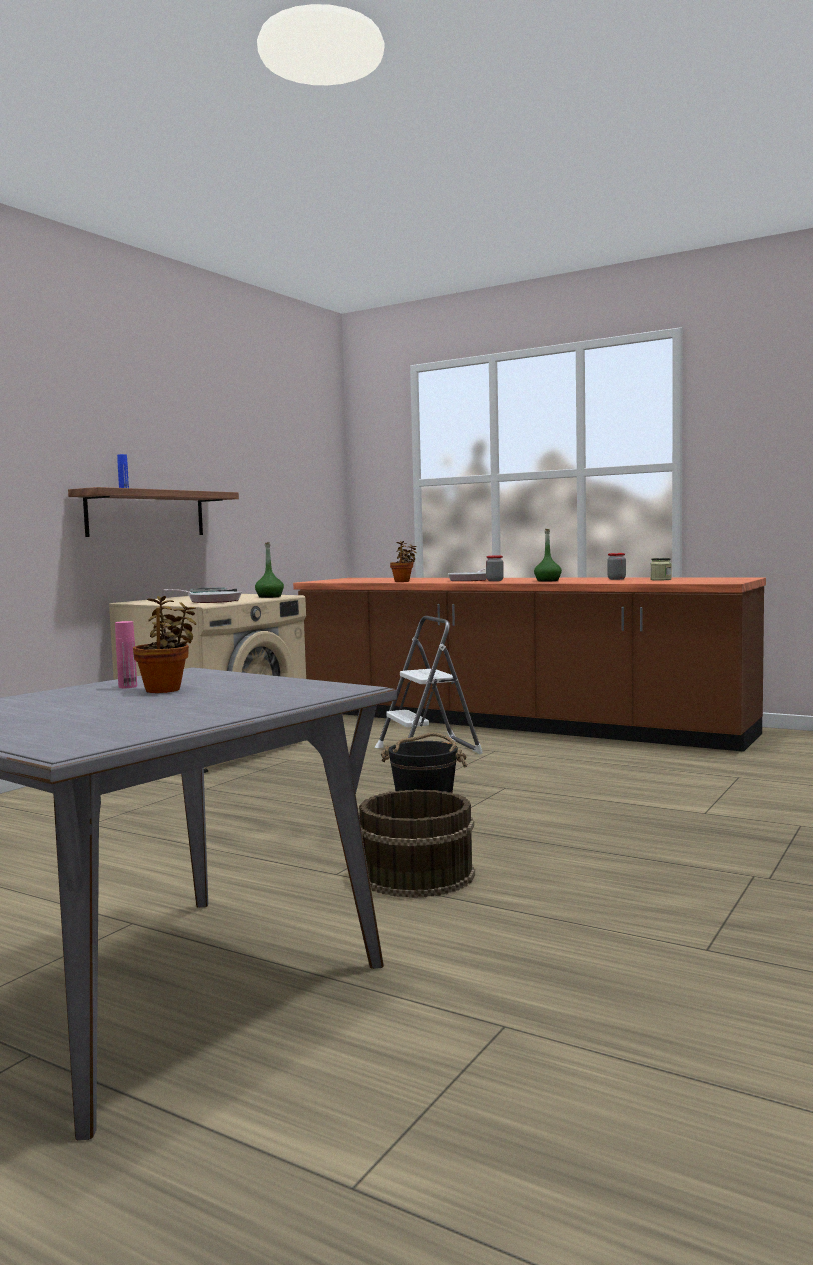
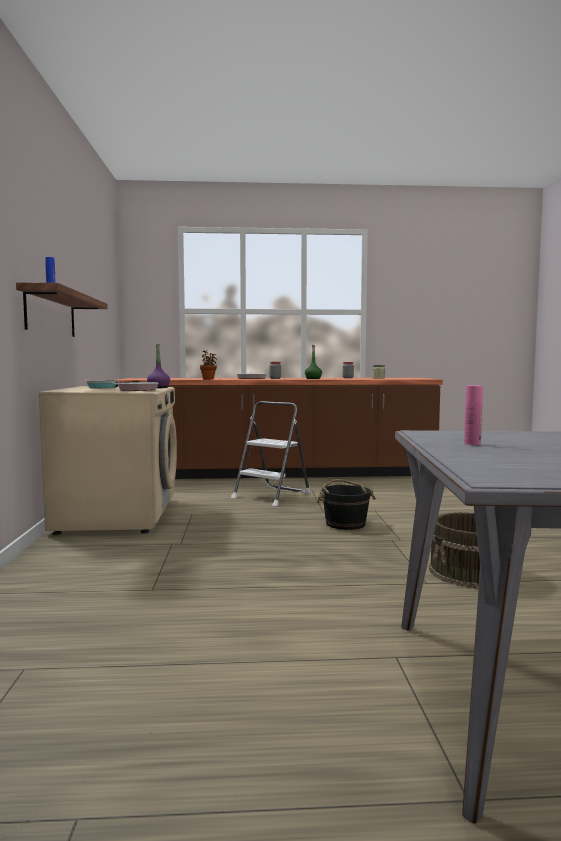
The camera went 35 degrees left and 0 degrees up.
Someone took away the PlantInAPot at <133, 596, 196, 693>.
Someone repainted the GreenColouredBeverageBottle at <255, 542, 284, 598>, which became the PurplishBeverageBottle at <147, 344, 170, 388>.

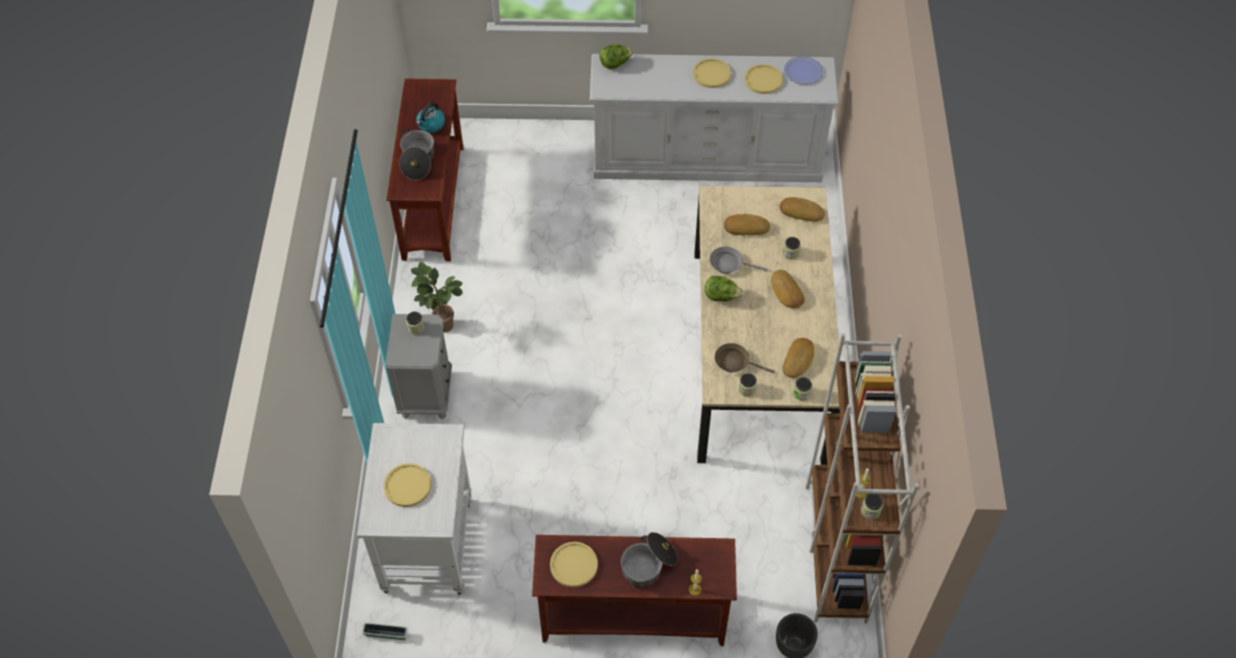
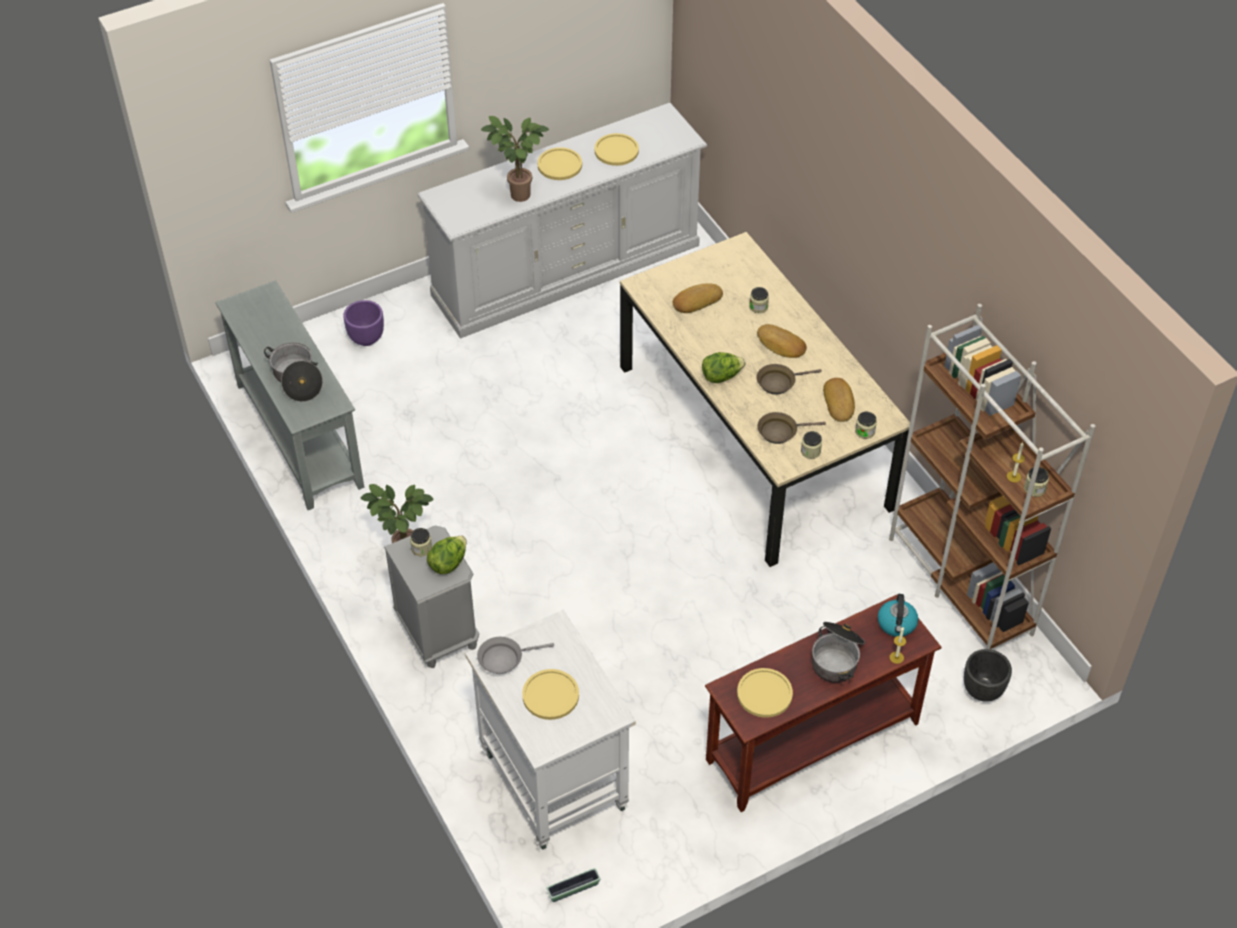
The camera went 30 degrees left and 5 degrees down.
Someone repainted the BrownishNarrowTable at <386, 78, 464, 261>, which became the GreyNarrowTable at <215, 280, 364, 510>.
Someone carried the Kettle from <416, 102, 445, 133> to <878, 594, 918, 637>.
Someone carried the HeadOfLettuce from <600, 44, 633, 69> to <427, 536, 466, 574>.
Someone carried the GreyPan from <710, 247, 767, 274> to <477, 637, 554, 674>.
Someone took away the Bread at <779, 197, 825, 222>.
Someone took away the Plate at <784, 56, 824, 85>.
Someone put down the PurplishPlantPot at <343, 300, 384, 346>.
Someone put down the PlantInAPot at <481, 116, 549, 202>.
Someone put down the BrownishPan at <756, 364, 822, 395>.

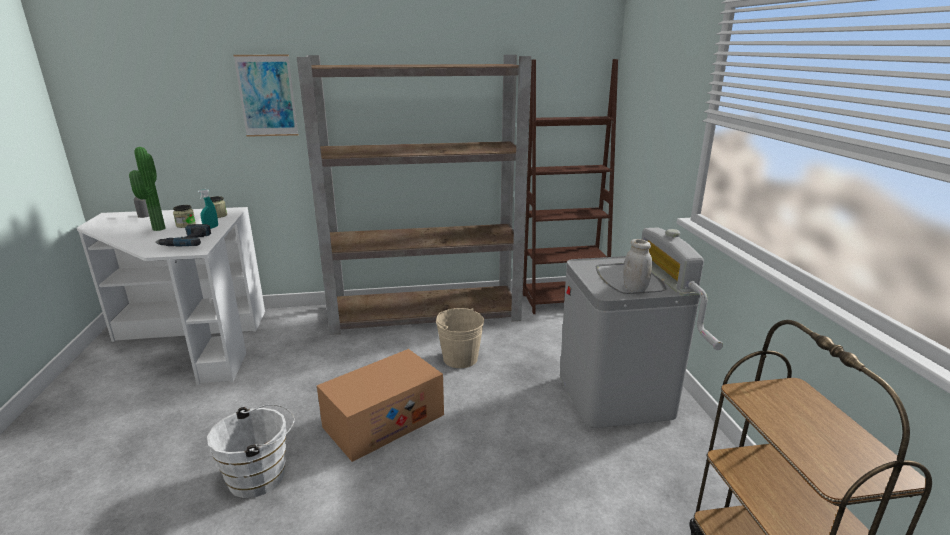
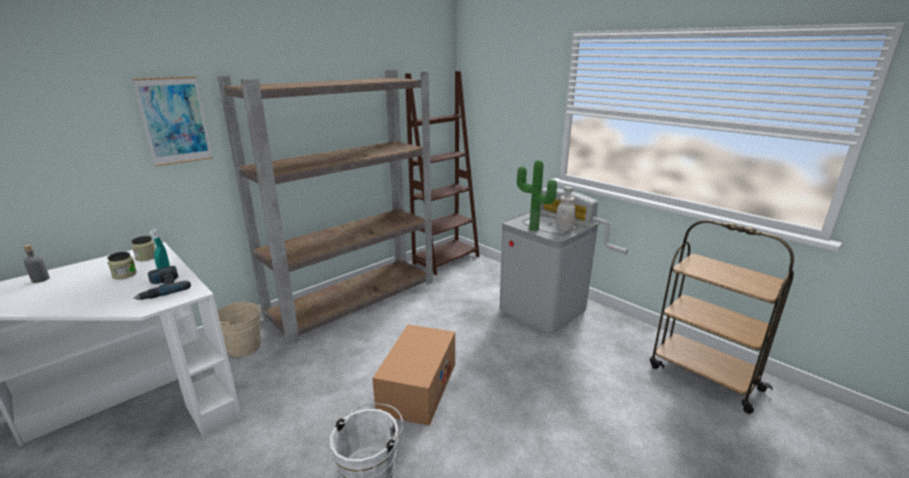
The camera went 35 degrees left and 0 degrees up.
Someone carried the PlantInAPot from <129, 147, 165, 231> to <517, 160, 557, 231>.
Someone carried the SandColouredPail from <436, 308, 484, 368> to <217, 300, 261, 357>.

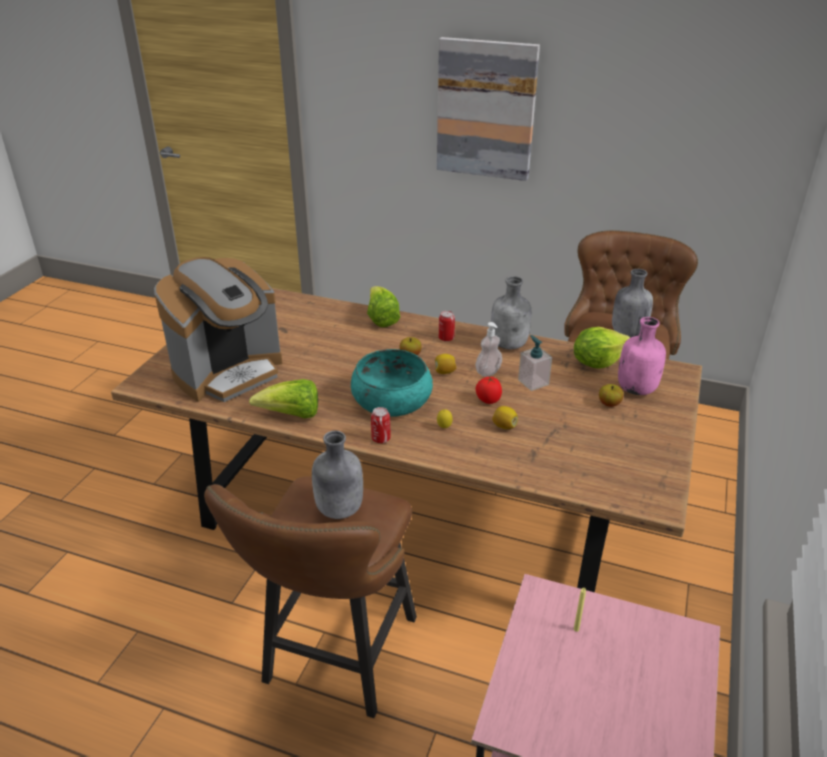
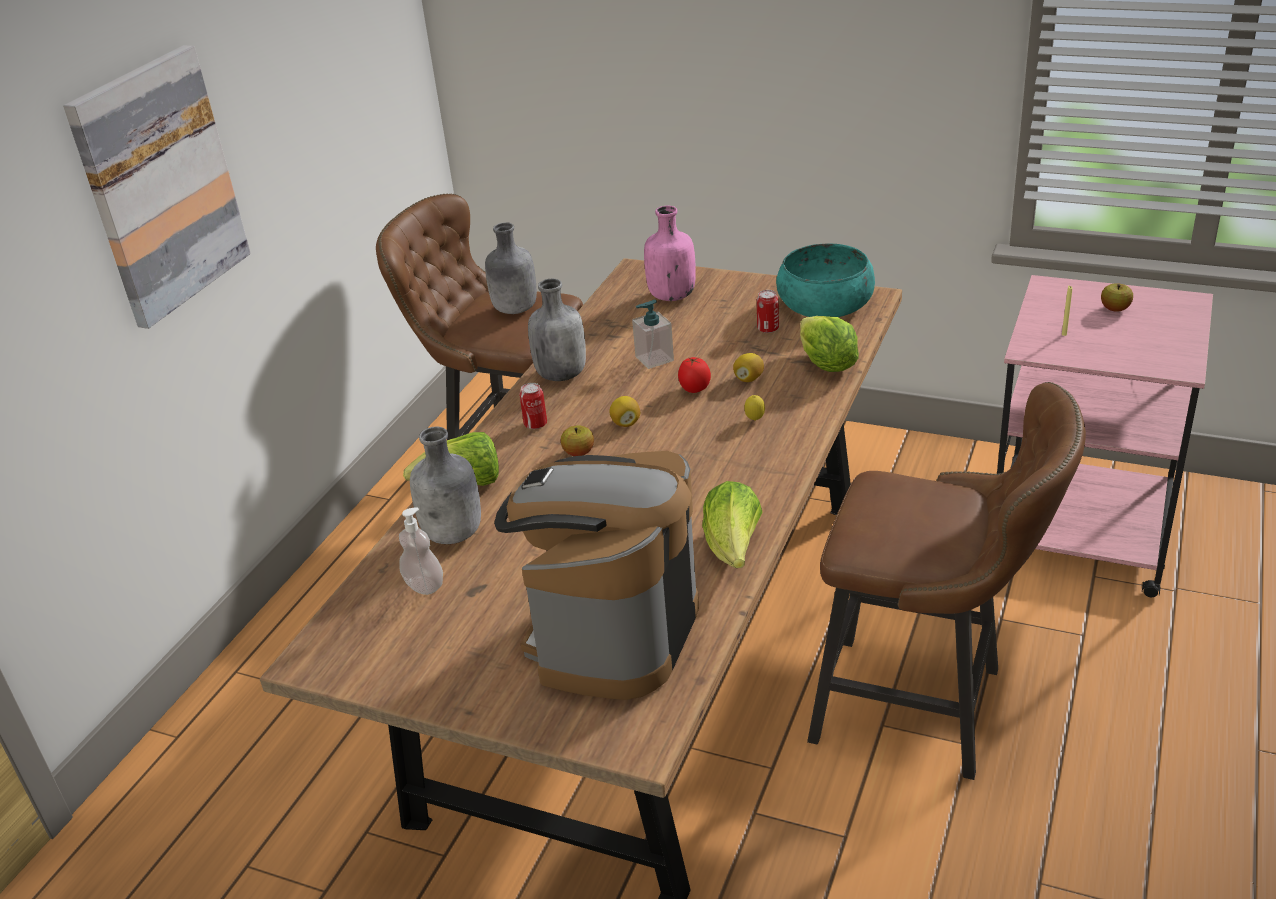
The camera went 85 degrees left and 0 degrees up.
Someone rotated the CoffeeMachine at <154, 257, 282, 402> by 120 degrees counterclockwise.
Someone carried the GreyBeverageBottle from <312, 431, 363, 519> to <410, 427, 481, 544>.
Someone carried the BlueGreenBowl from <351, 349, 433, 417> to <776, 244, 875, 317>.
Someone carried the Can from <371, 407, 391, 443> to <757, 290, 779, 333>.
Someone carried the LiquidSoapBottle from <476, 322, 502, 377> to <399, 507, 443, 595>.
Someone carried the HeadOfLettuce from <574, 327, 630, 369> to <800, 316, 859, 372>.
Someone carried the Apple from <599, 384, 624, 407> to <1101, 283, 1133, 312>.

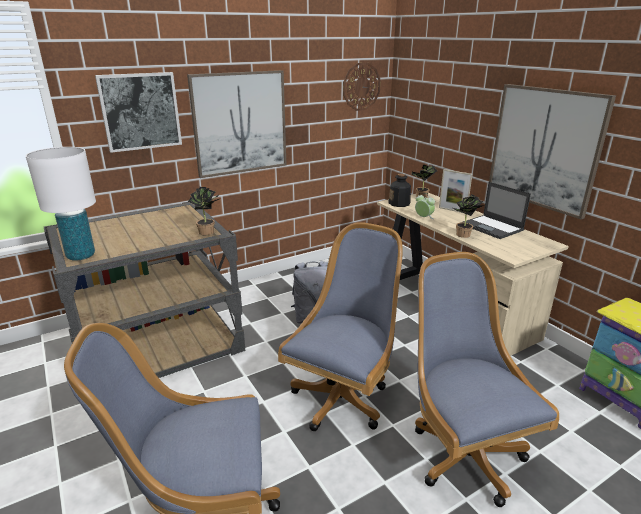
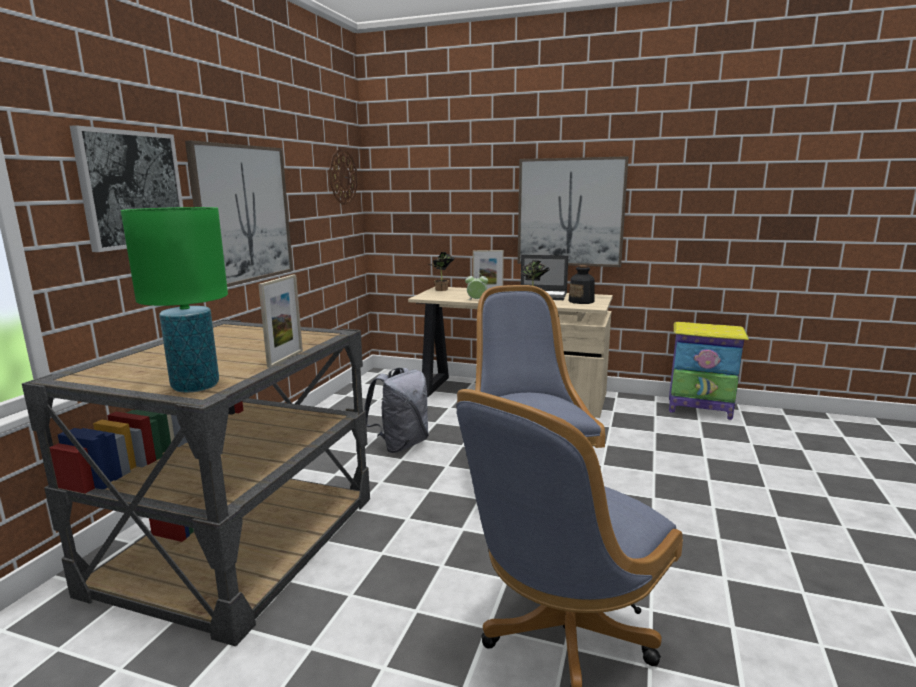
The camera went 40 degrees left and 10 degrees down.
Someone repainted the WhitishTableLamp at <25, 147, 96, 261>, which became the GreenColouredTableLamp at <121, 207, 228, 393>.
Someone took away the PlantInAPot at <188, 187, 221, 235>.
Someone carried the BeverageBottle from <388, 174, 411, 207> to <569, 265, 595, 304>.
Someone took away the BlueColouredOfficeChair at <415, 252, 559, 507>.
Someone put down the PictureFrame at <258, 275, 303, 368>.

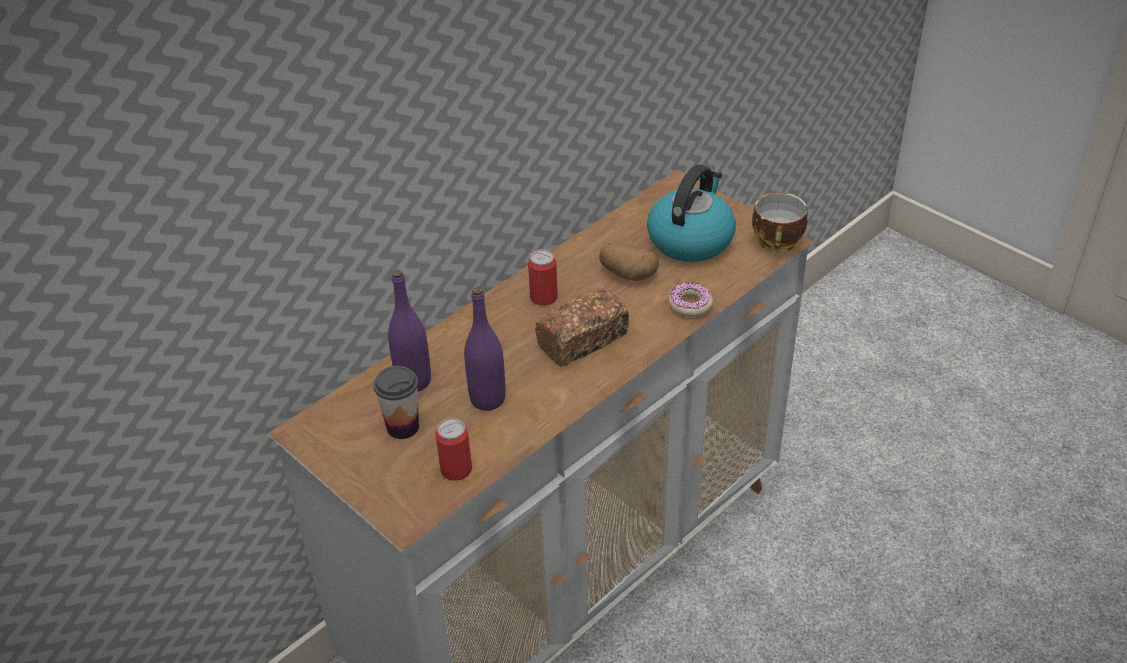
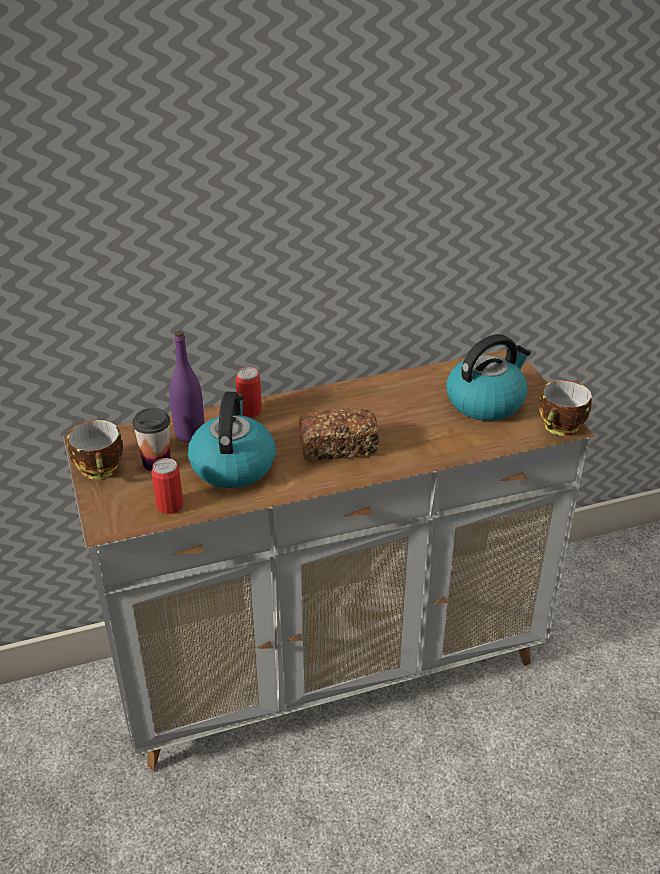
The camera went 25 degrees right and 5 degrees down.
Someone swapped the PurplishBeverageBottle at <464, 287, 506, 411> for the Kettle at <188, 392, 276, 488>.
Someone carried the Can from <528, 249, 558, 306> to <235, 367, 262, 417>.
Someone took away the WholePotato at <599, 243, 659, 281>.
Someone took away the Donut at <668, 282, 713, 317>.
Someone put down the DrinkingCup at <67, 420, 123, 480>.

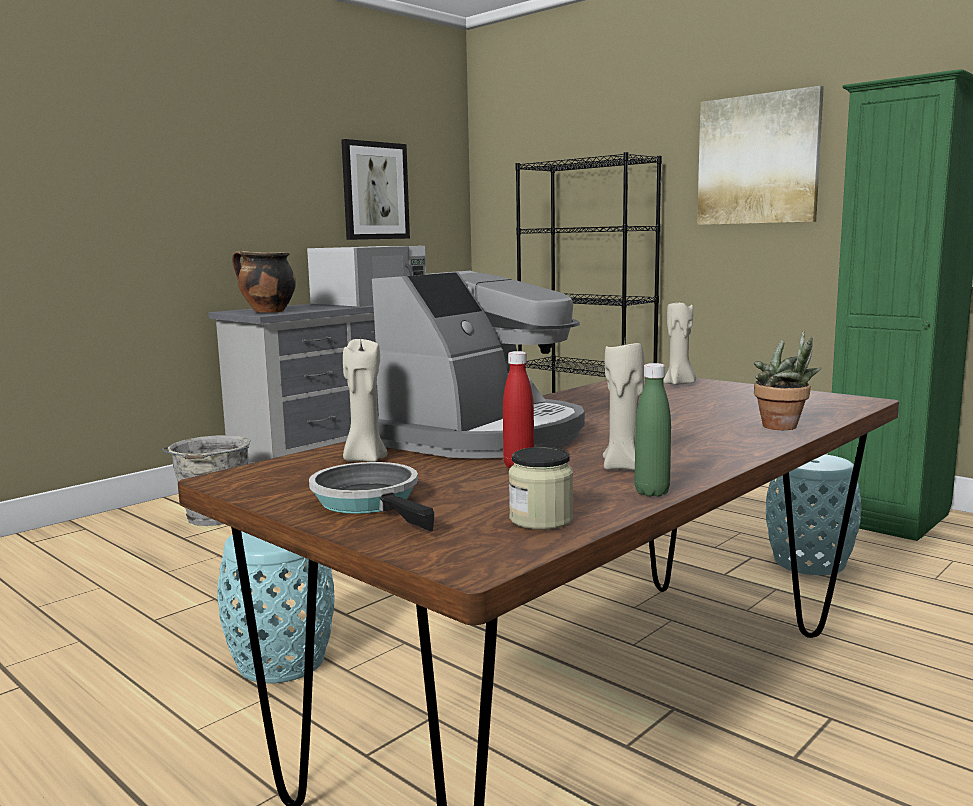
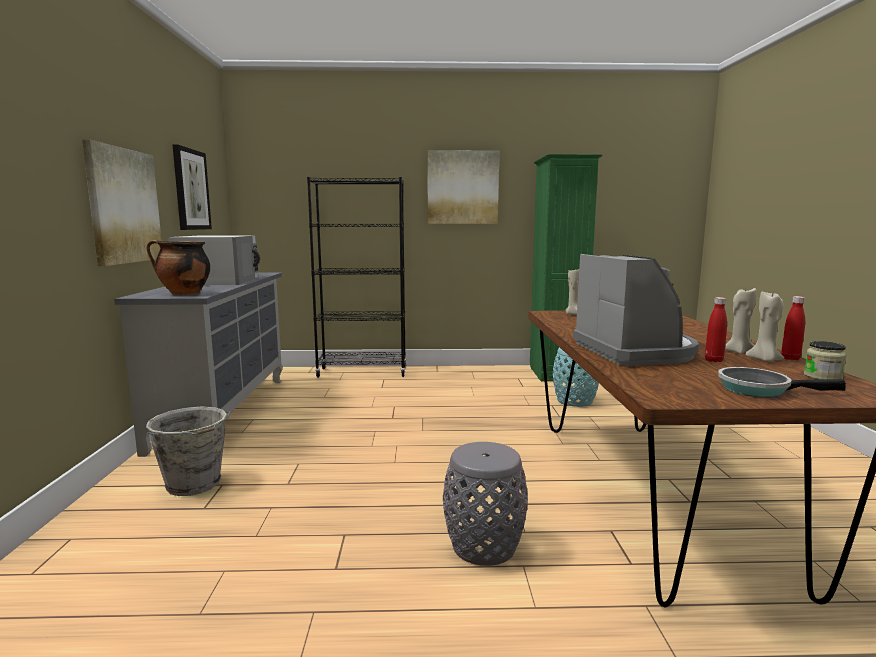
The camera went 45 degrees left and 0 degrees up.
Someone repainted the BlueGreenSittingStool at <217, 531, 334, 683>, which became the GreySittingStool at <443, 442, 528, 566>.
Someone carried the SandColouredWaxLight from <343, 338, 388, 462> to <745, 292, 784, 362>.
Someone repainted the GreenColouredBeverageBottle at <634, 363, 671, 496>, which became the RedBeverageBottle at <781, 296, 805, 360>.
Someone took away the PlantInAPot at <754, 330, 822, 430>.
Someone put up the WallArt at <82, 139, 162, 266>.

